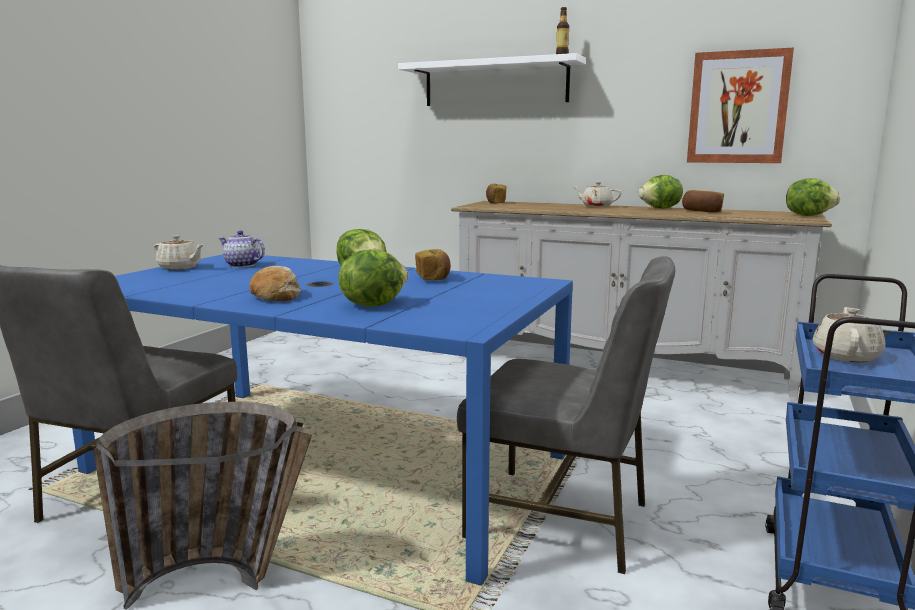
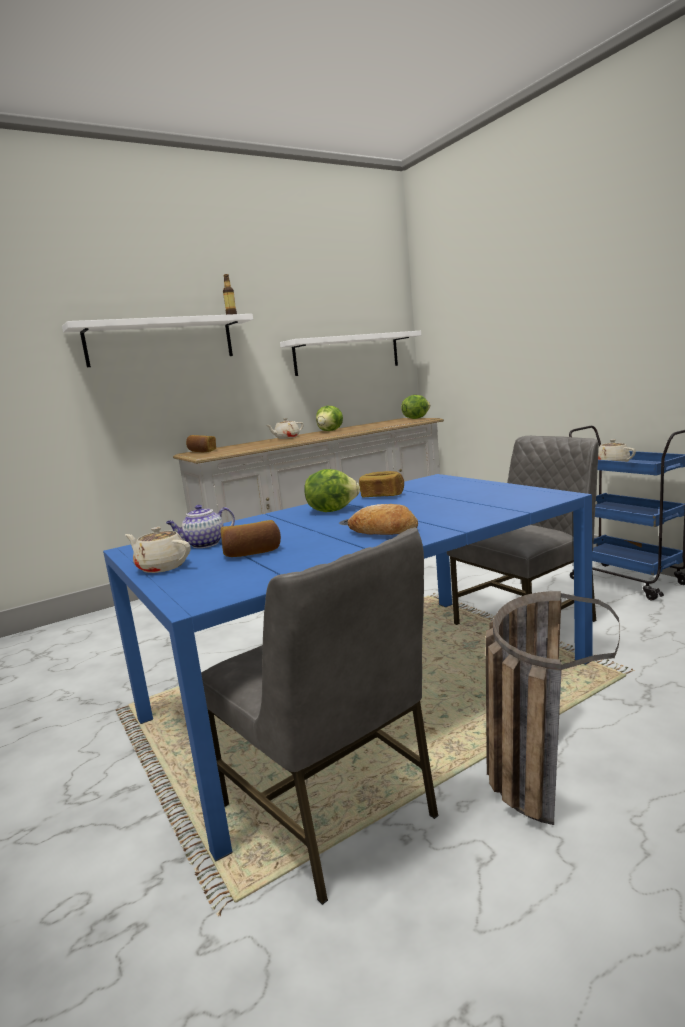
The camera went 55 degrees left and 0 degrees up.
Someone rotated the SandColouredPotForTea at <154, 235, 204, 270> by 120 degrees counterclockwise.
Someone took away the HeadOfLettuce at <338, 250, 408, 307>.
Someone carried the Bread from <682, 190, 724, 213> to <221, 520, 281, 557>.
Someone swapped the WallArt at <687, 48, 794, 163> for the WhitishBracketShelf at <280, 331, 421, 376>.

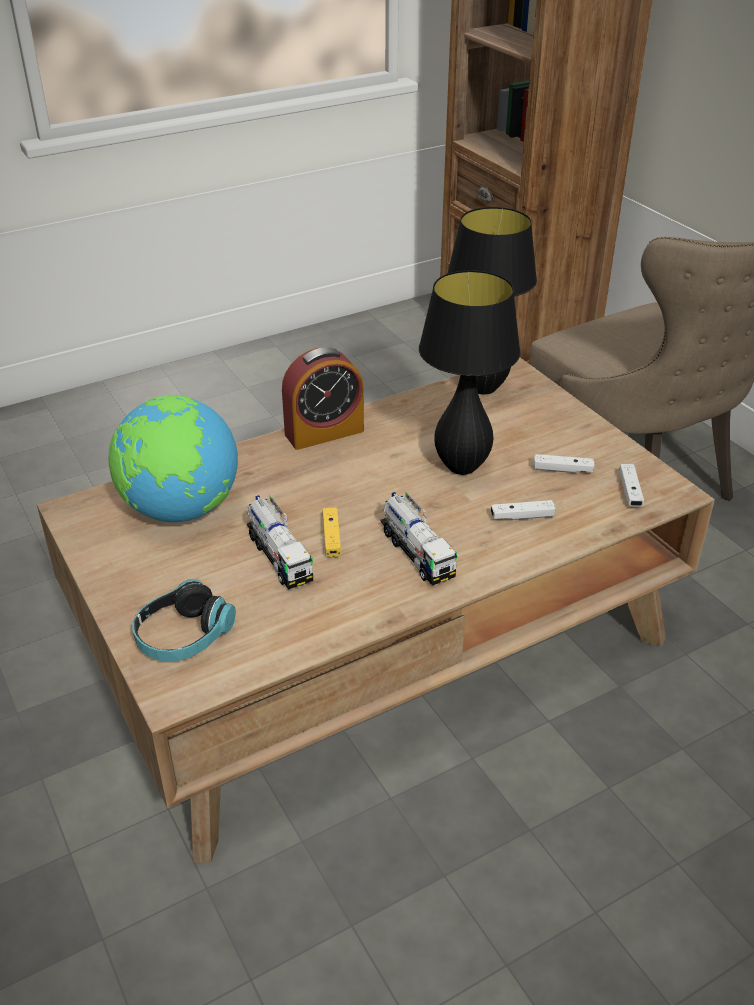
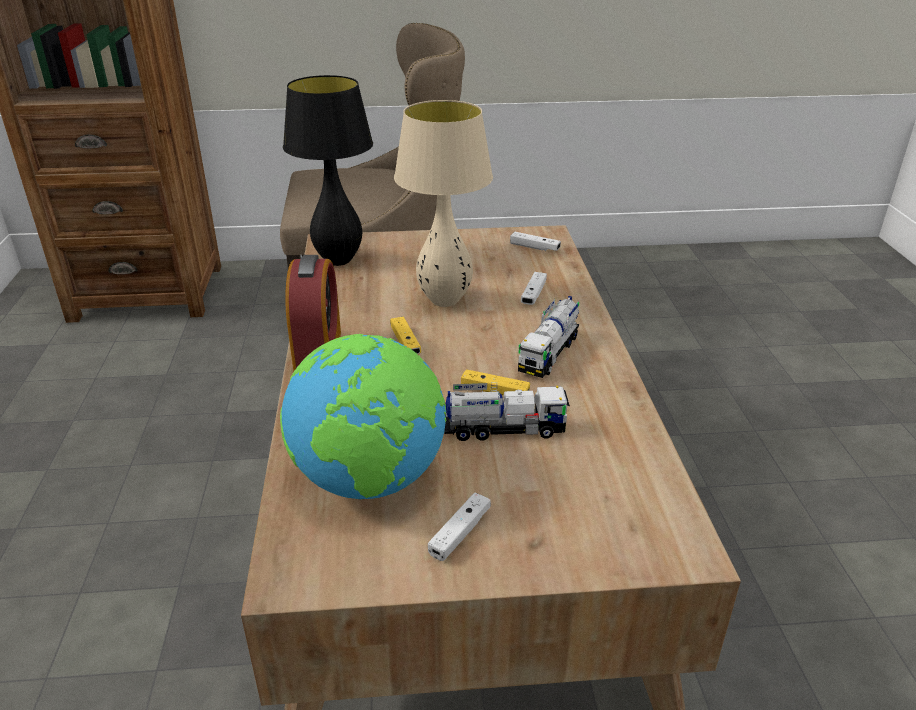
The camera went 65 degrees left and 5 degrees down.
Someone took away the Headphones at <132, 579, 236, 662>.
Someone rotated the ModelTruck at <380, 492, 457, 585> by 120 degrees clockwise.
Someone repainted the BlackTableLamp at <419, 270, 521, 475>, which became the SandColouredTableLamp at <394, 100, 493, 307>.
Someone carried the WhitishJoypad from <534, 454, 594, 473> to <428, 493, 491, 561>.
Someone put down the YellowColouredJoypad at <390, 317, 421, 355>.

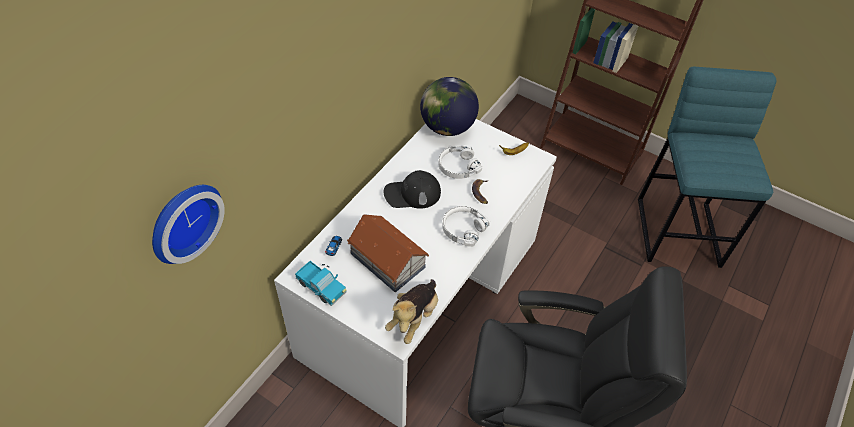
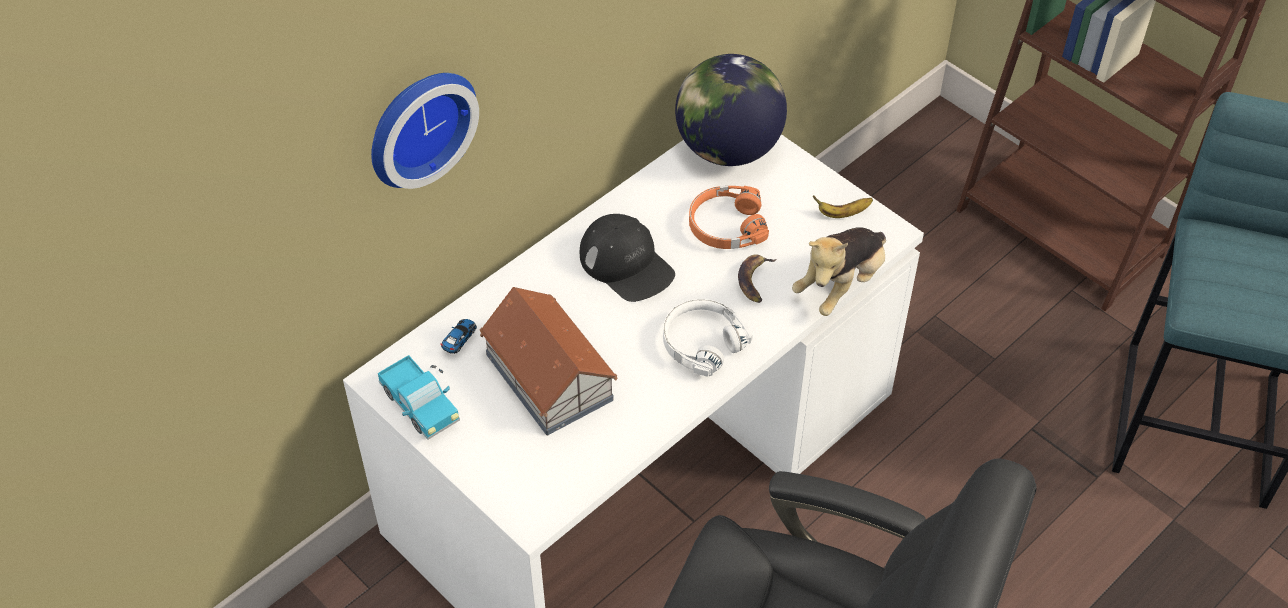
The camera went 15 degrees right and 0 degrees up.
Someone carried the HangingClock from <152, 185, 225, 264> to <371, 73, 479, 189>.
Someone rotated the BlackPeakedCap at <384, 170, 441, 209> by 135 degrees counterclockwise.
Someone carried the SoftToy from <385, 279, 438, 344> to <792, 227, 886, 316>.
Someone repainted the WhitishHeadphones at <438, 145, 482, 179>, which became the OrangeyHeadphones at <689, 186, 769, 249>.

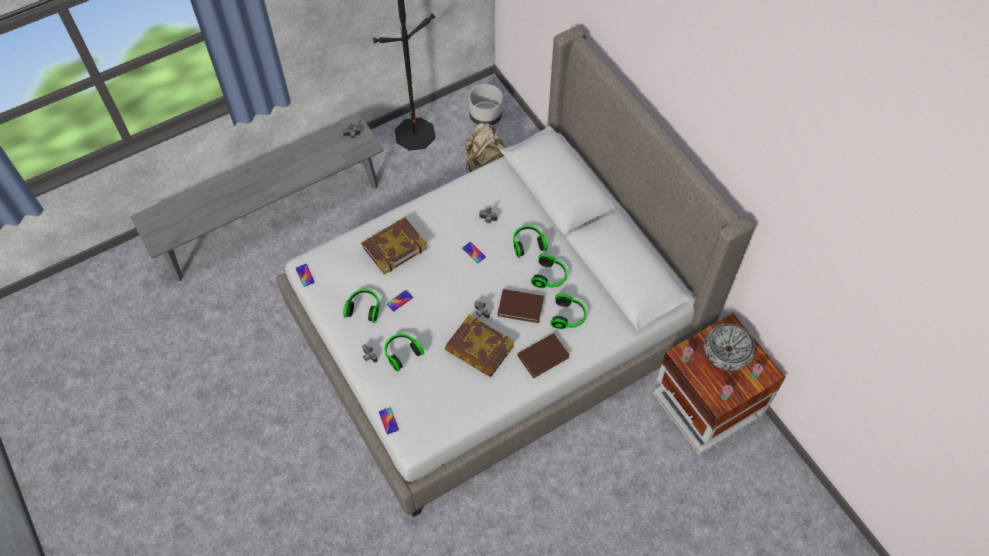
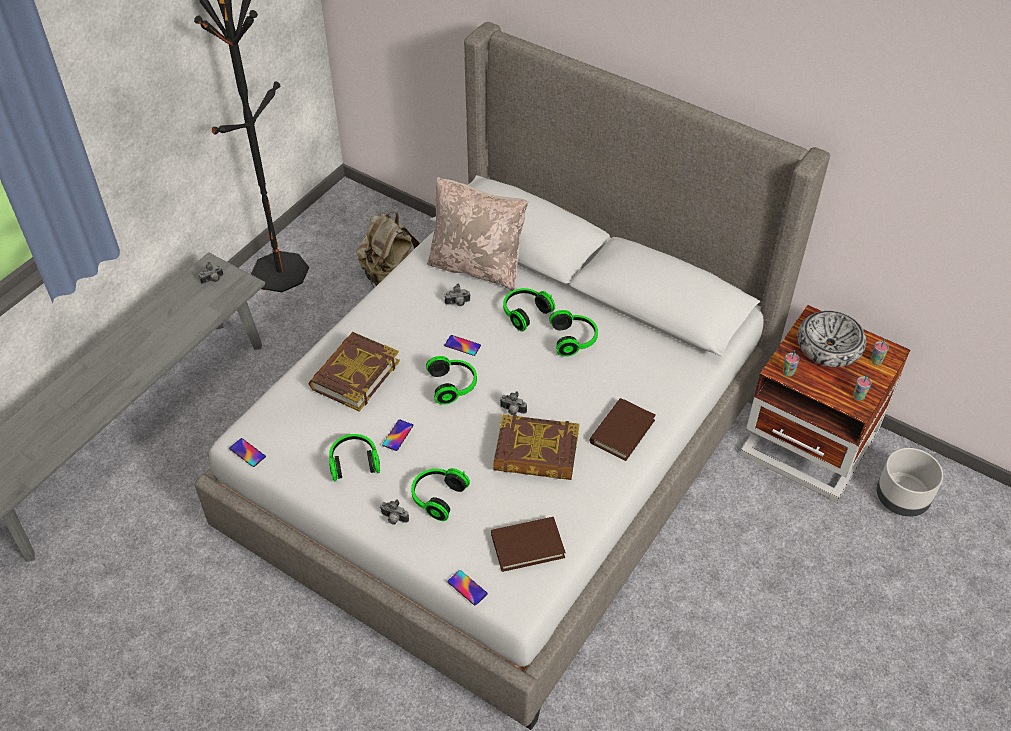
The camera went 25 degrees left and 10 degrees down.
Someone carried the GreyPlantPot from <469, 84, 502, 125> to <876, 448, 943, 517>.
Someone carried the BrownishVolume from <498, 289, 544, 323> to <491, 517, 566, 572>.
Someone carried the Headphones from <550, 294, 587, 329> to <426, 356, 477, 405>.
Someone put down the SandColouredPillow at <427, 177, 528, 291>.

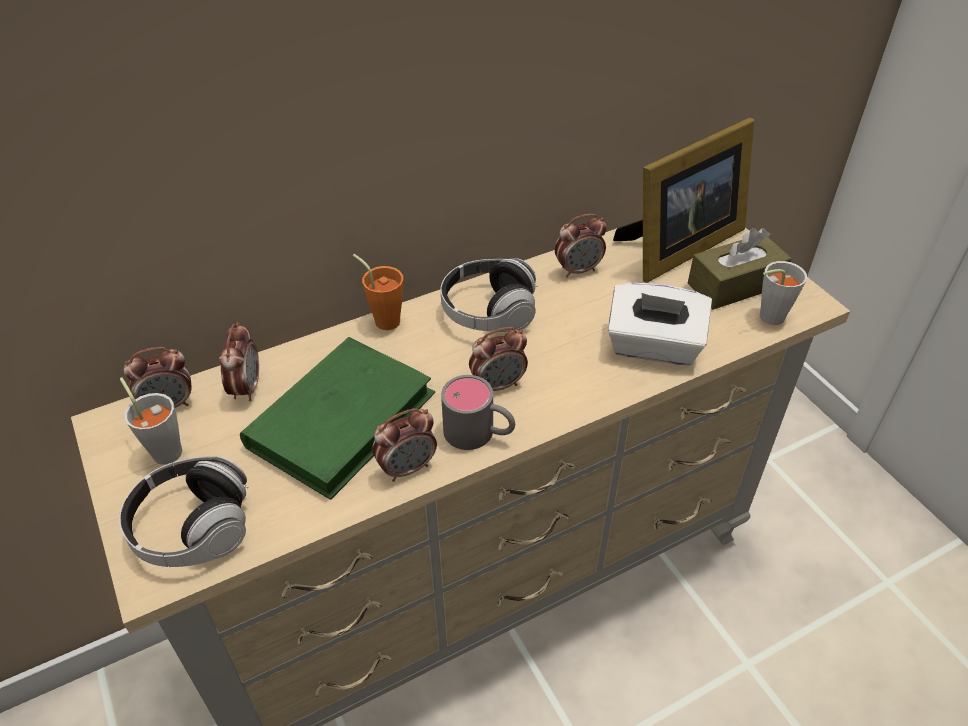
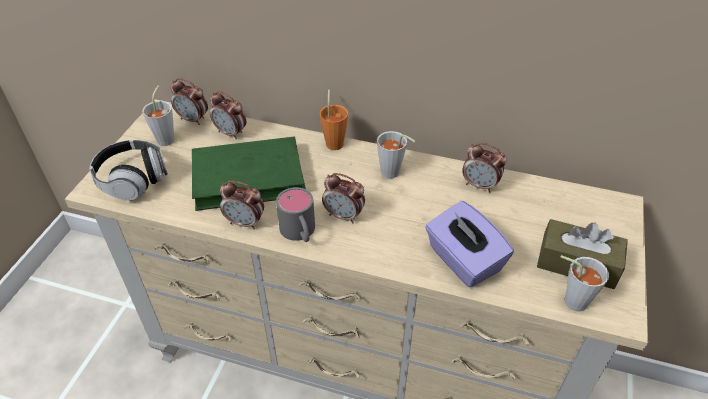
The camera went 45 degrees right and 0 degrees up.
Someone rotated the TableClock at <219, 322, 259, 401> by 75 degrees clockwise.
Someone swapped the Headphones at <441, 258, 537, 332> for the GreyDrinkingCup at <377, 131, 415, 179>.
Someone repainted the WhitishTissueHolder at <608, 283, 712, 366>, which became the PurplishTissueHolder at <425, 201, 514, 287>.
Someone took away the PictureFrame at <613, 118, 754, 283>.

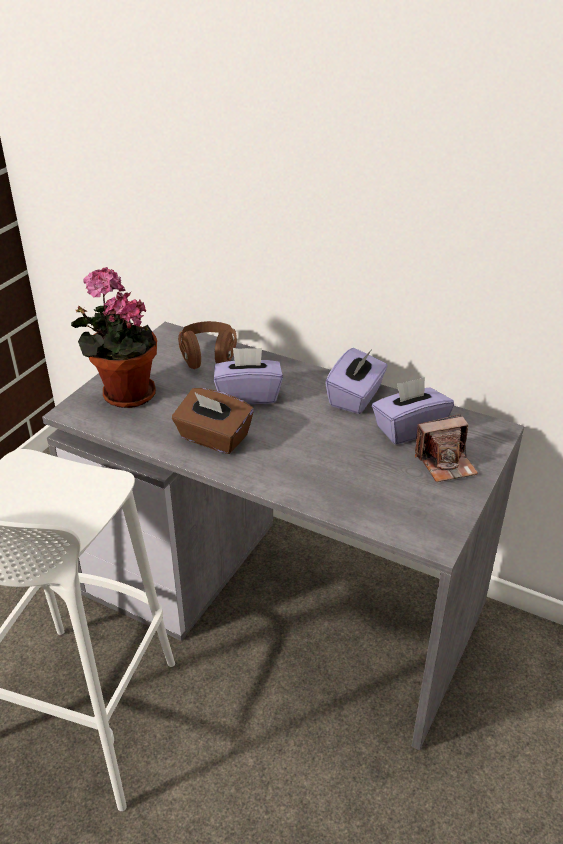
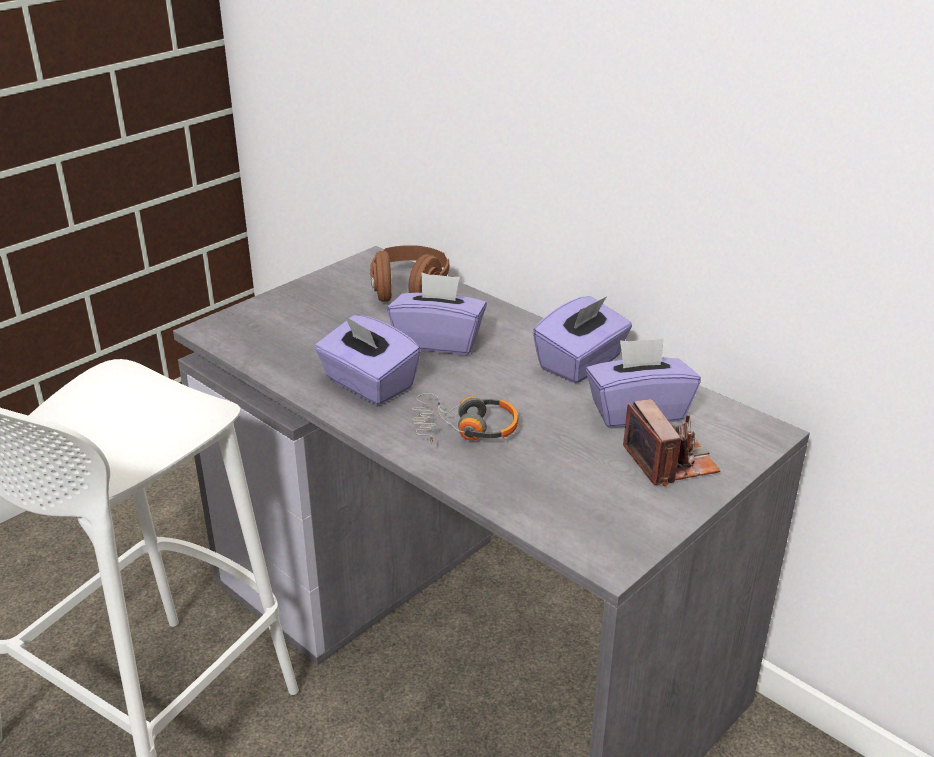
The camera went 15 degrees right and 5 degrees down.
Someone took away the PlantInAPot at <71, 267, 157, 408>.
Someone repainted the BrownishTissueHolder at <172, 388, 254, 454>, which became the PurplishTissueHolder at <315, 315, 421, 405>.
Someone rotated the StillCamera at <415, 414, 478, 482> by 105 degrees counterclockwise.
Someone put down the Headphones at <412, 393, 518, 444>.

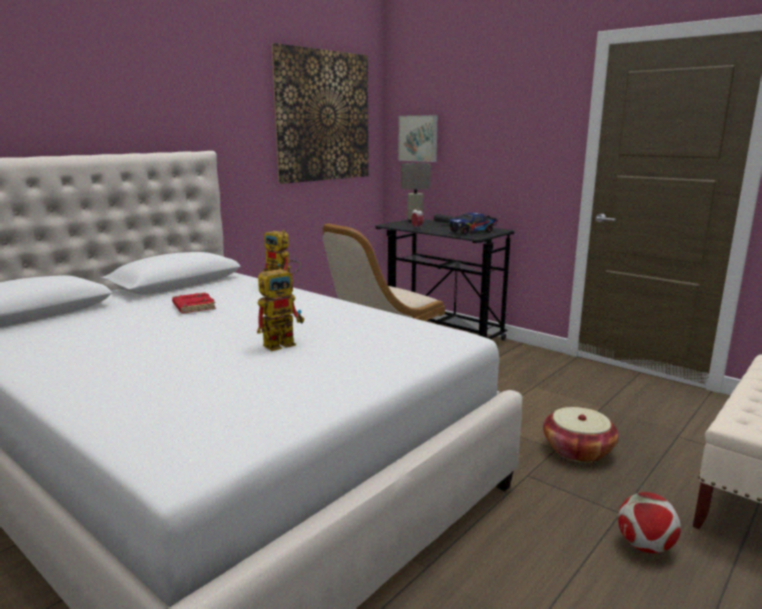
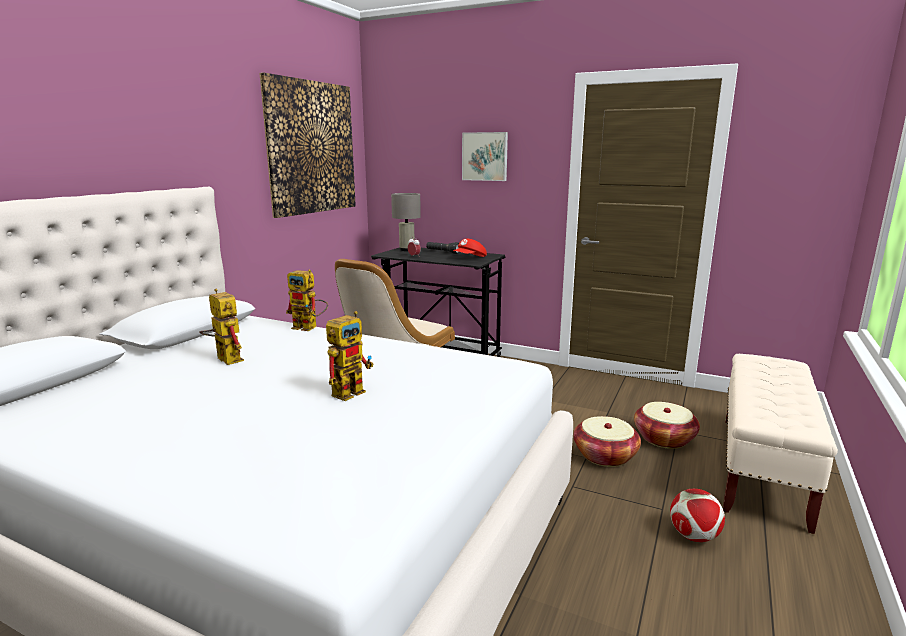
The camera went 15 degrees left and 0 degrees up.
Someone swapped the RedVolume at <172, 292, 216, 313> for the ToyRobot at <200, 289, 244, 365>.
Someone carried the WallArt from <398, 115, 438, 162> to <462, 132, 508, 181>.
Someone swapped the ModelTruck at <449, 213, 498, 235> for the RedPeakedCap at <453, 239, 487, 257>.
Someone put down the Basket at <634, 402, 700, 449>.

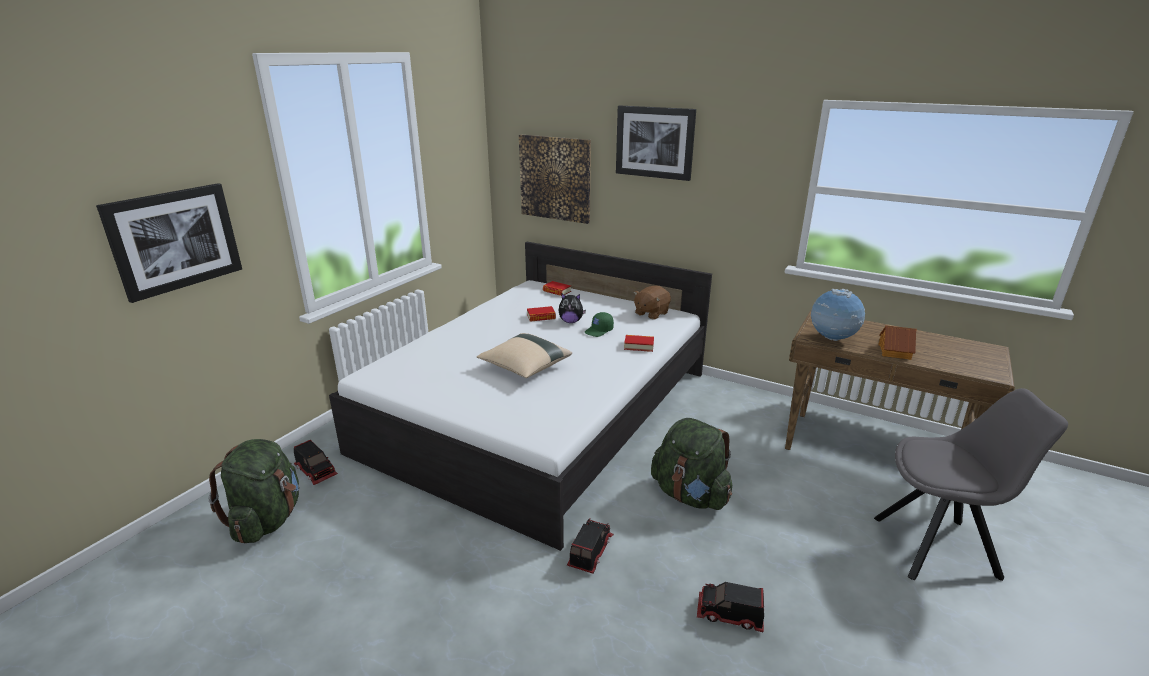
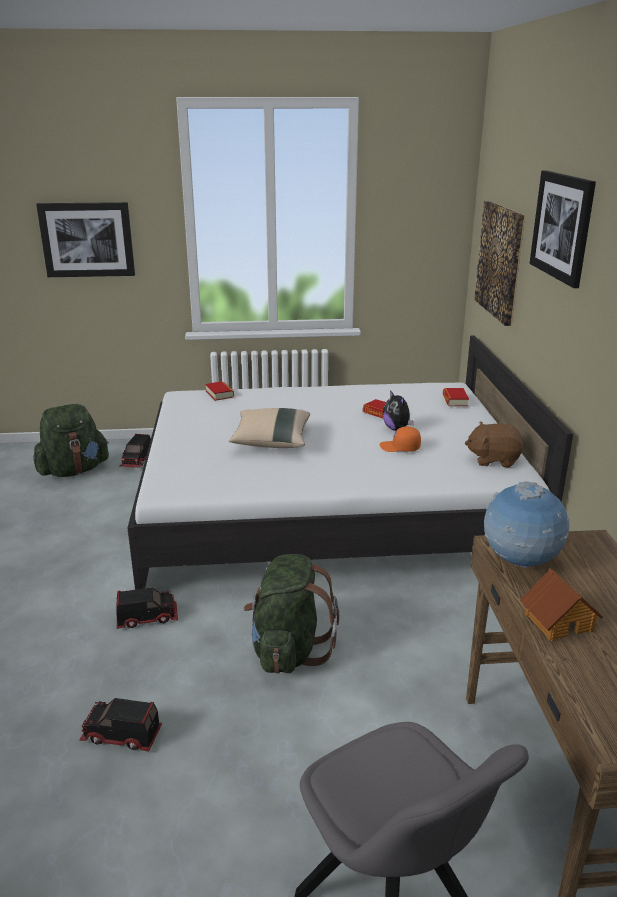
The camera went 55 degrees right and 0 degrees up.
Someone repainted the GreenColouredPeakedCap at <585, 312, 614, 337>, which became the OrangeyPeakedCap at <380, 426, 421, 452>.
Someone carried the Volume from <624, 335, 654, 352> to <205, 381, 234, 401>.
Someone rotated the ModelTruck at <697, 582, 764, 632> by 60 degrees counterclockwise.

